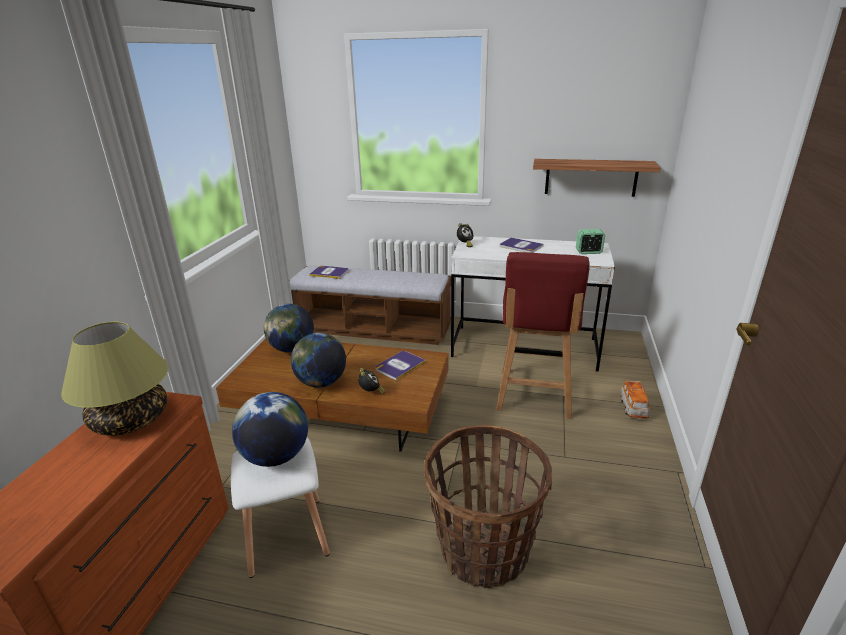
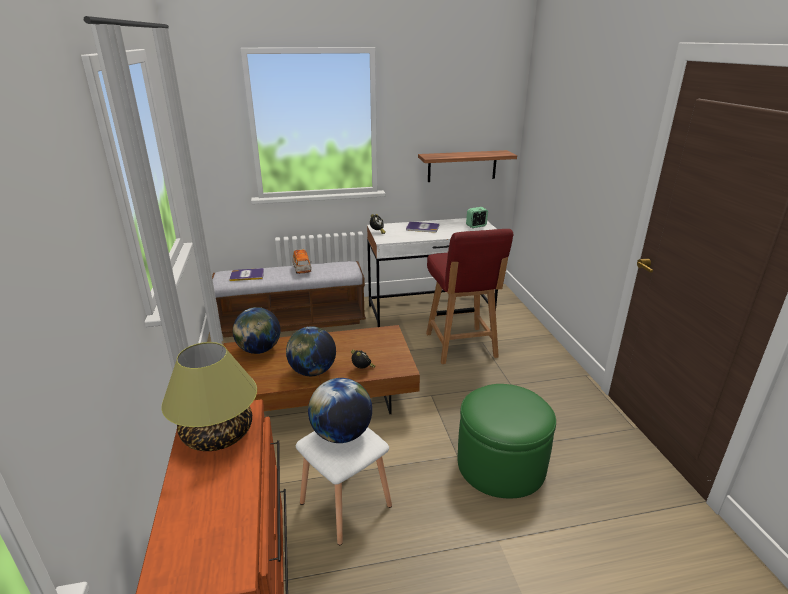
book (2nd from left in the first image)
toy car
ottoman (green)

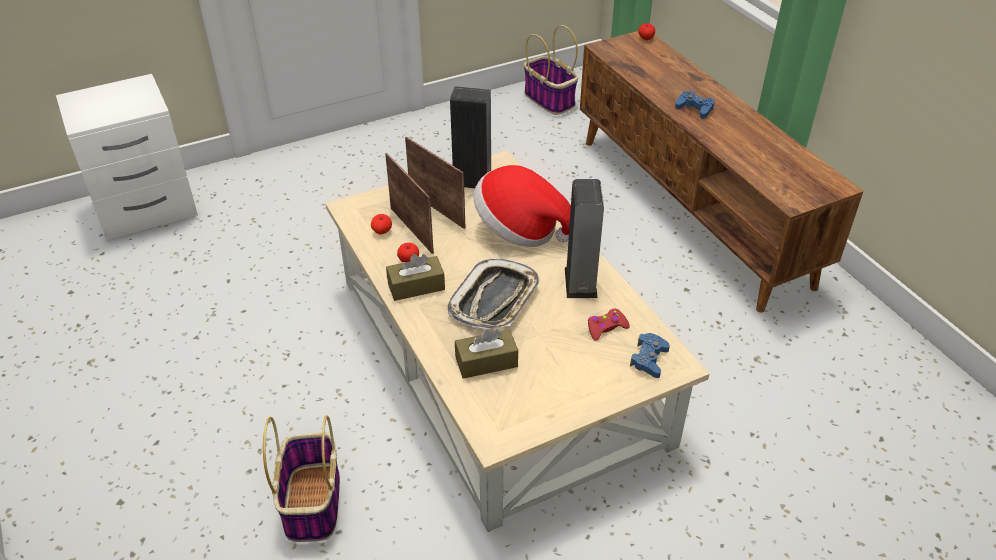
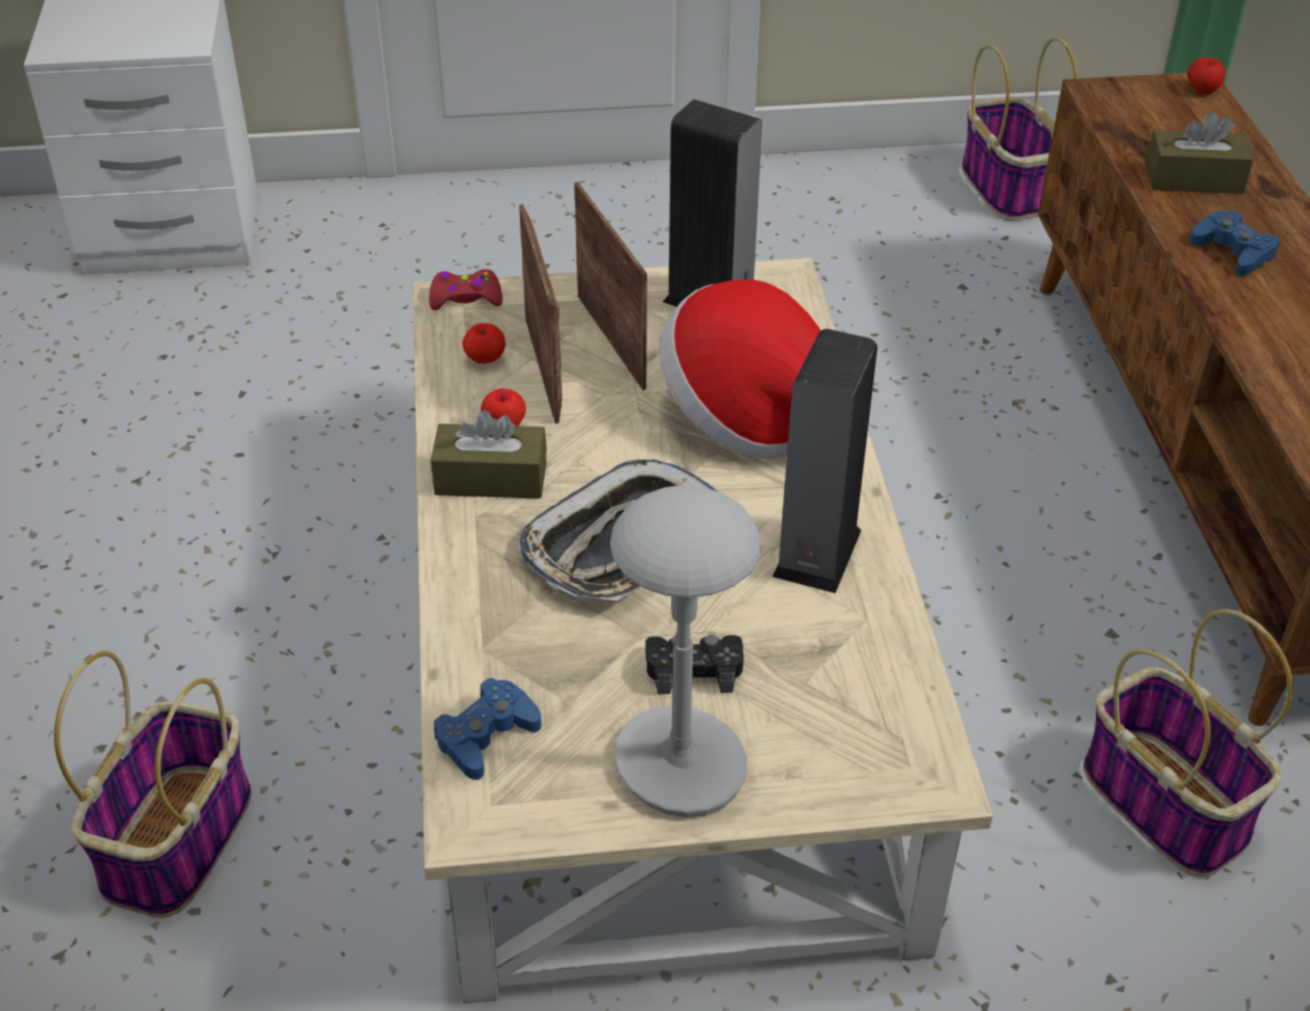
table lamp (grey)
game controller (black)
basket (3rd from left)
tissue box (brown) (2nd from left)
game controller (red)
game controller (blue) (1st from left)

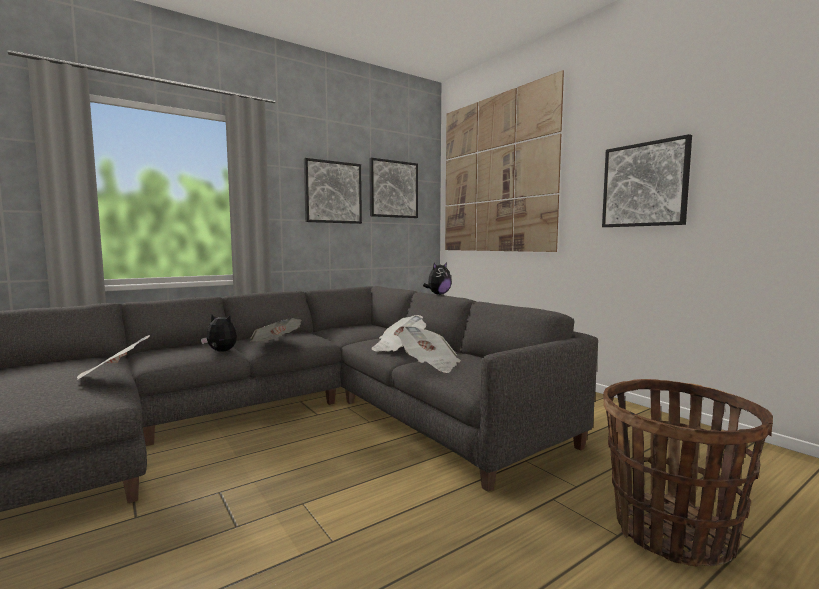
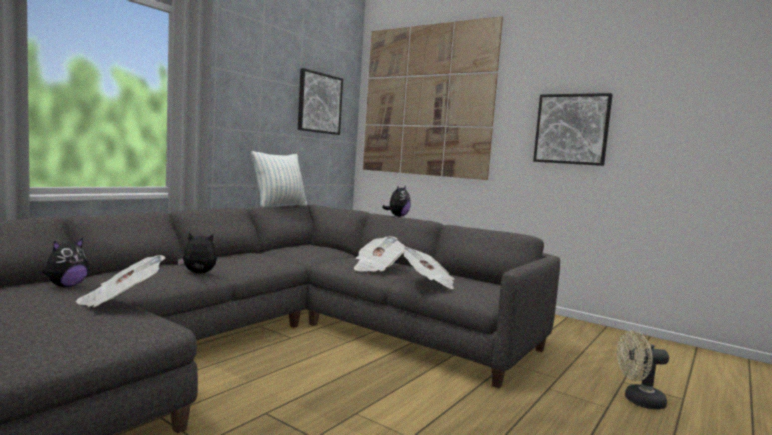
newspaper (2nd from left in the first image)
picture (1st from left in the first image)
plush toy (1st from left)
pillow
fan (beige)

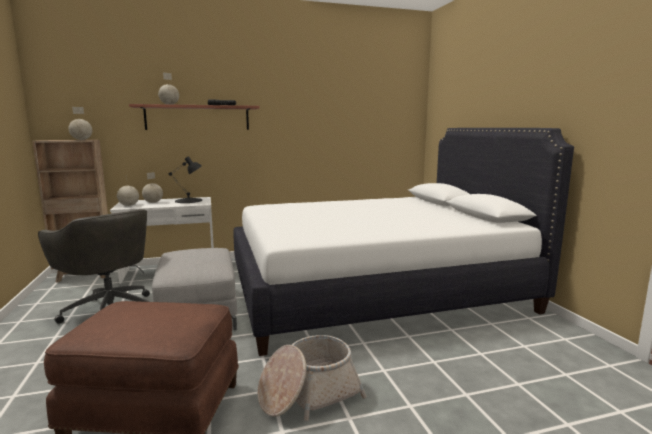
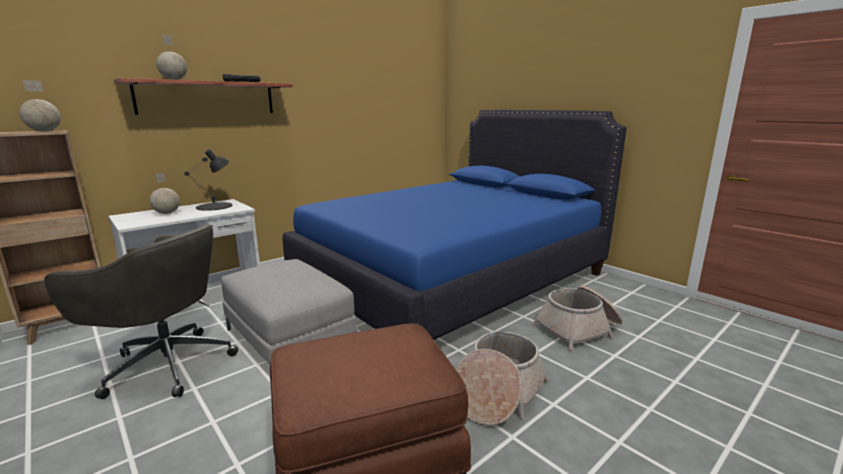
globe (2nd from left in the first image)
basket (2nd from left)
bed (blue)

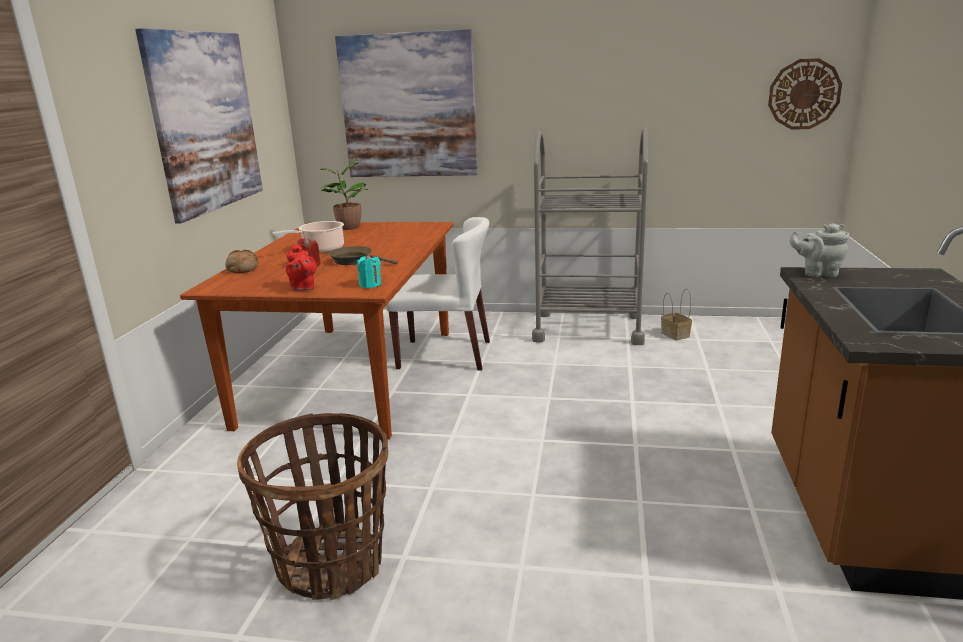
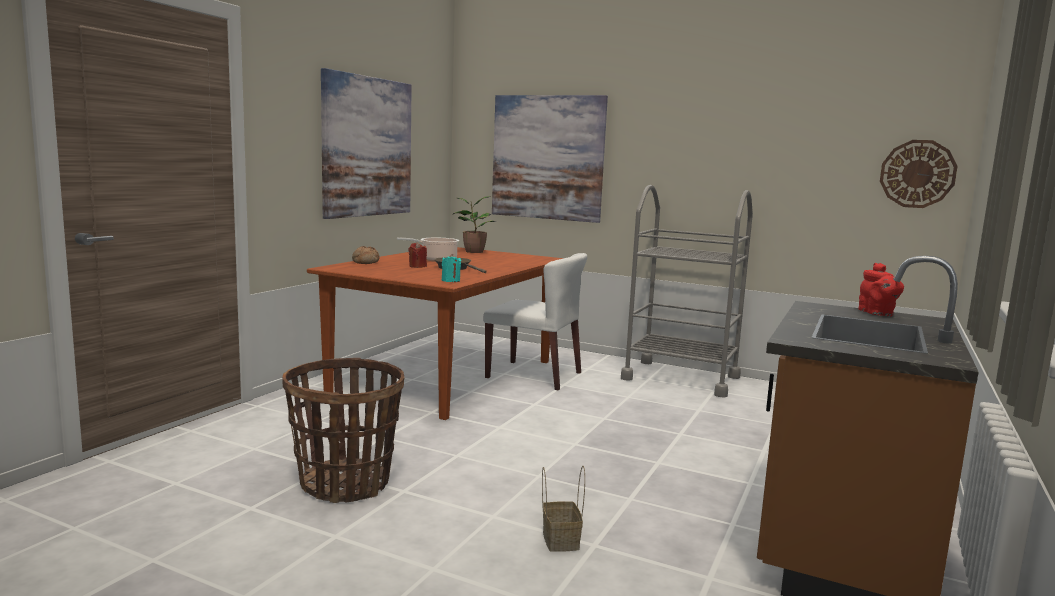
teapot (grey)
teapot (red)
basket (2nd from left)

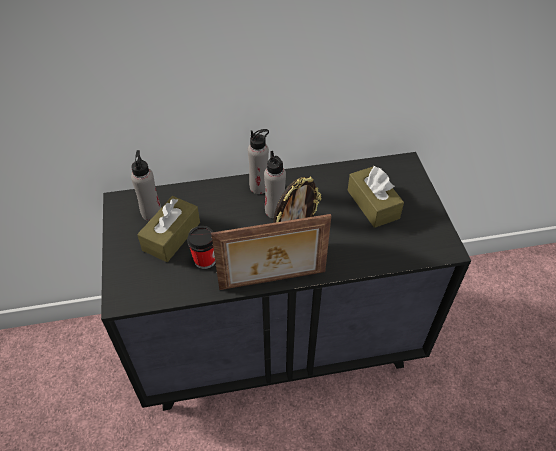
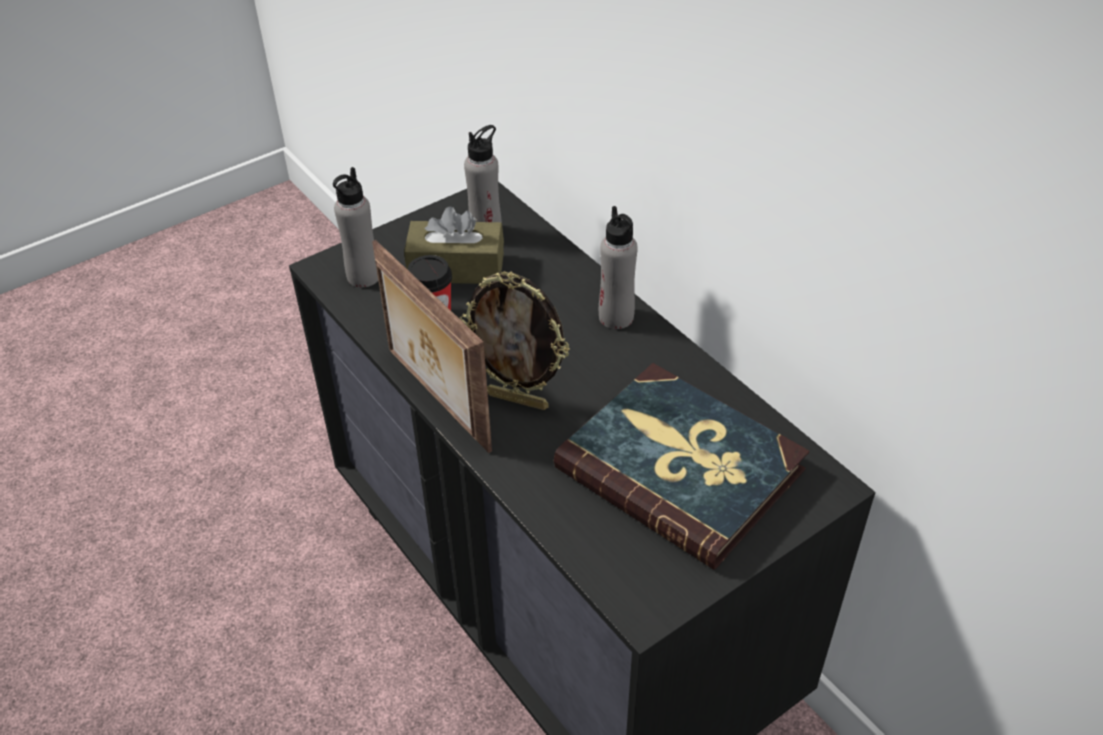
bottle (grey) (1st from left)
book

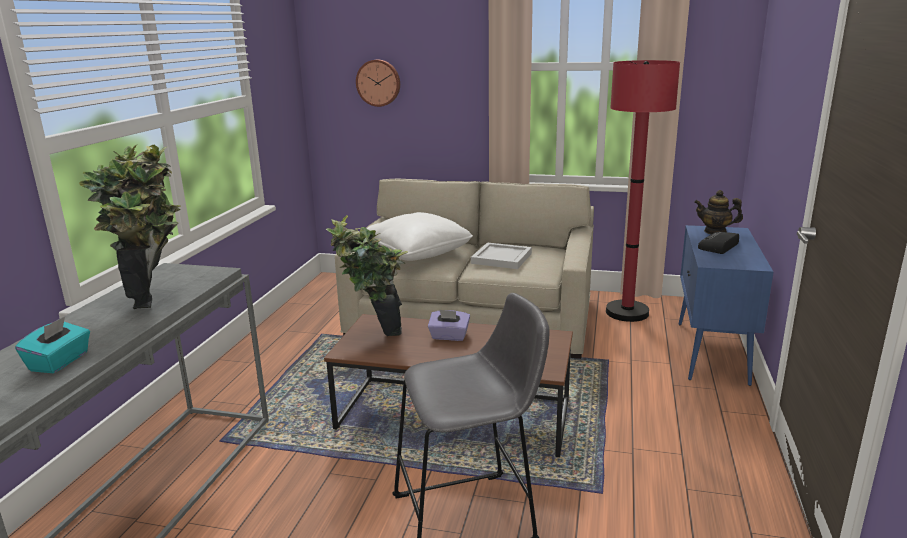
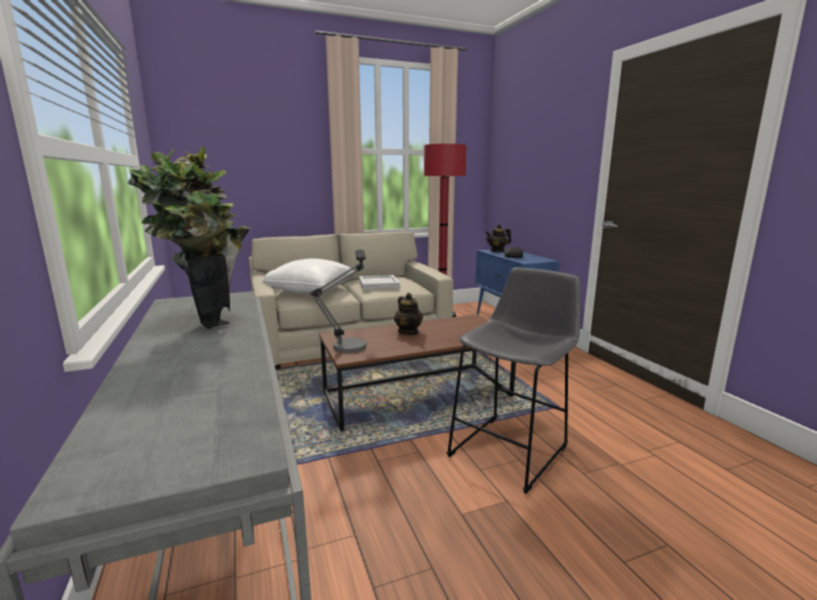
tissue box (turquoise)
wall clock
table lamp
teapot (1st from left)

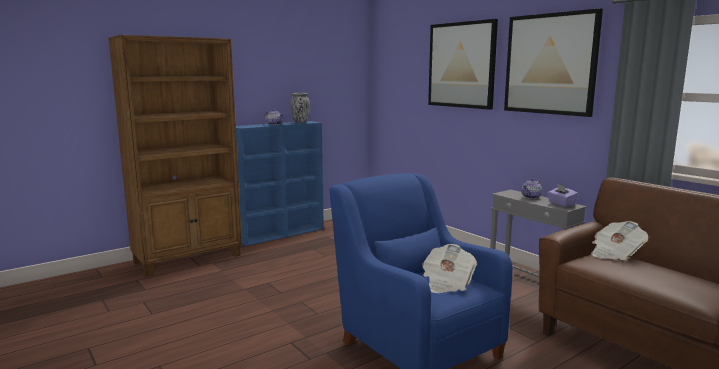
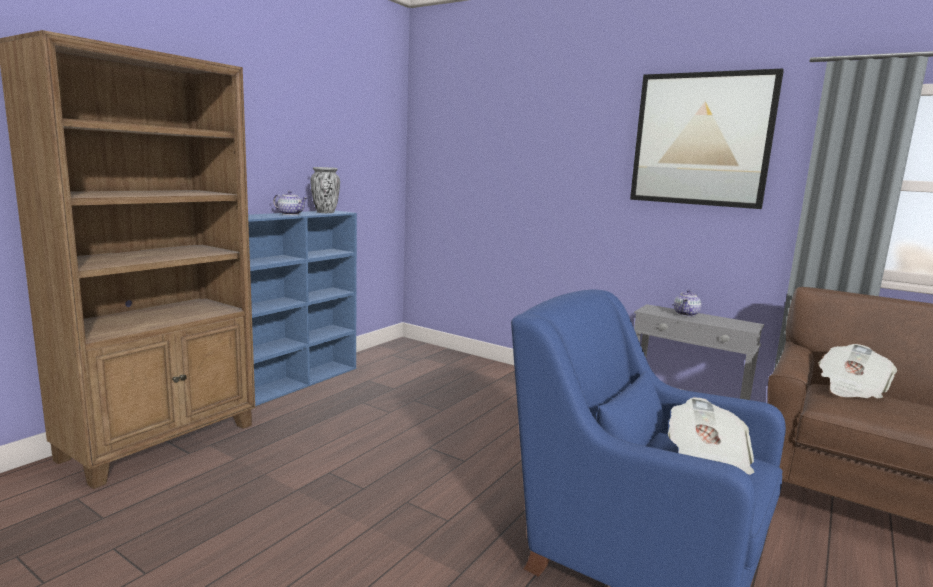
picture (1st from left in the first image)
tissue box (purple)

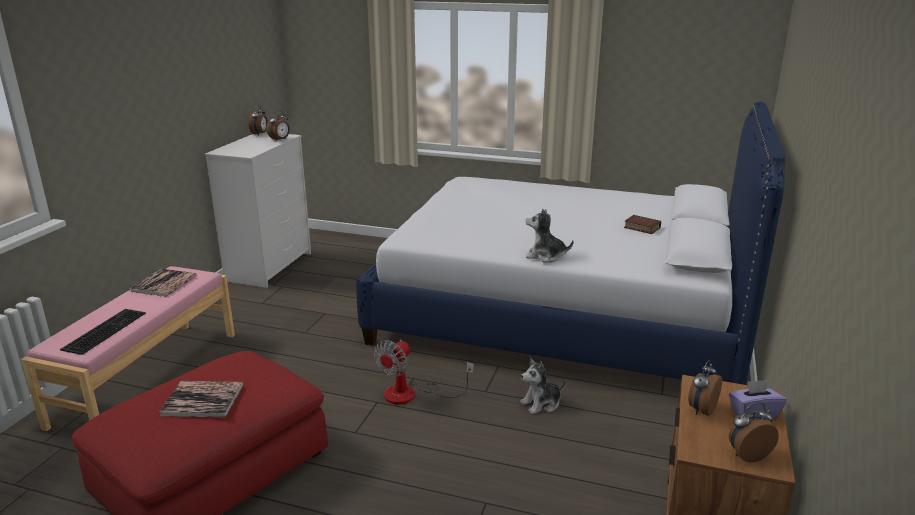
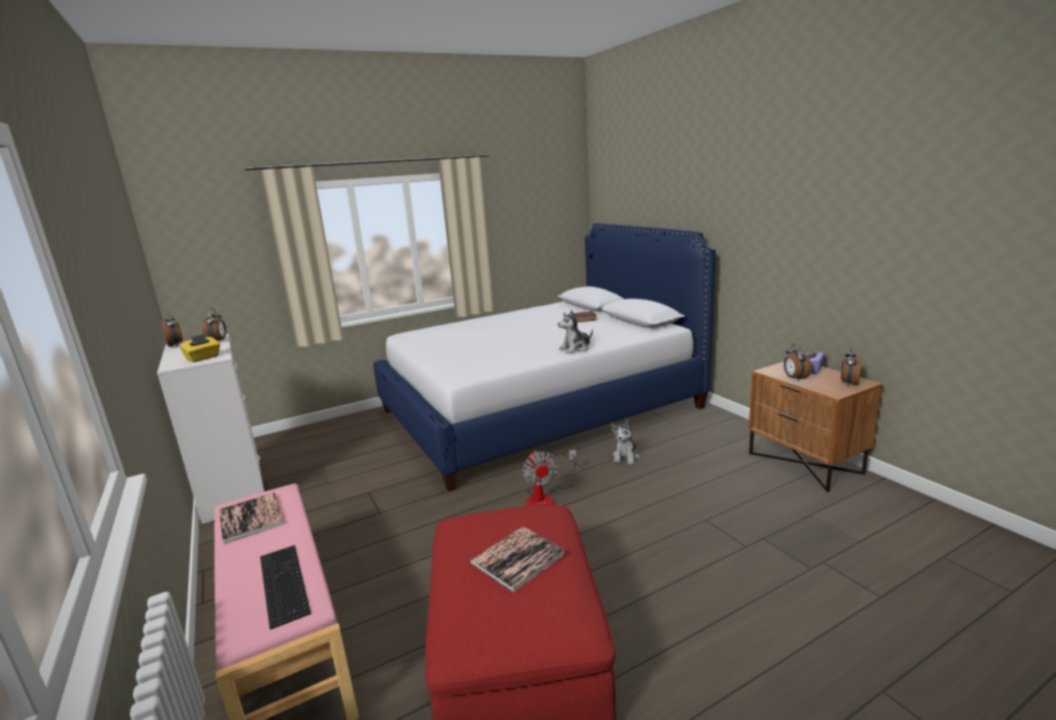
tissue box (yellow)

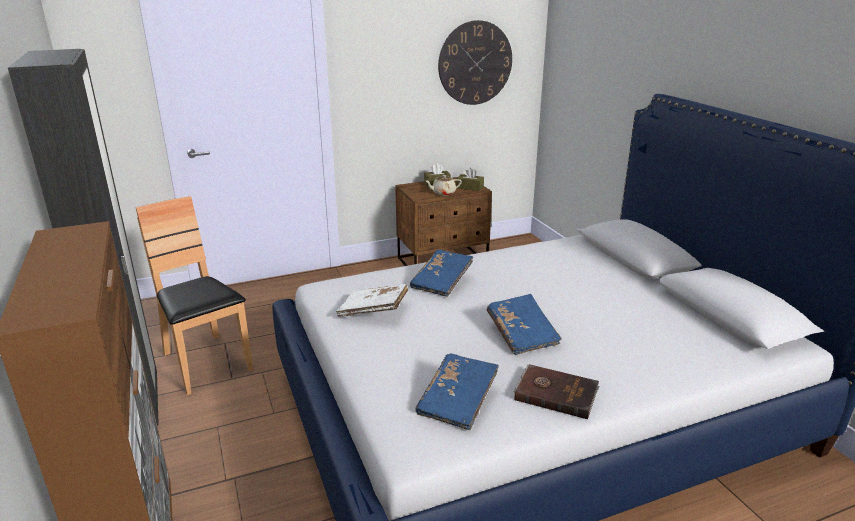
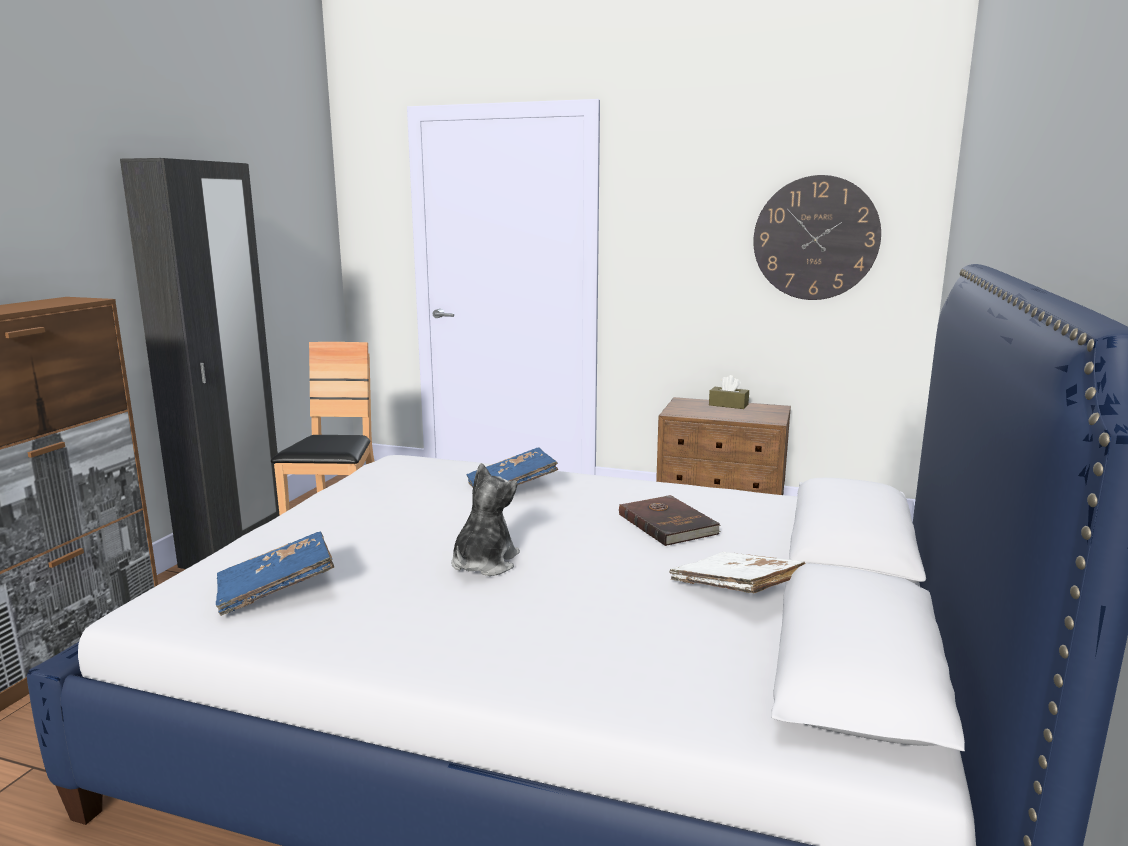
teapot (beige)
tissue box (brown) (2nd from left in the first image)
book (white)
book (brown)
plush toy

